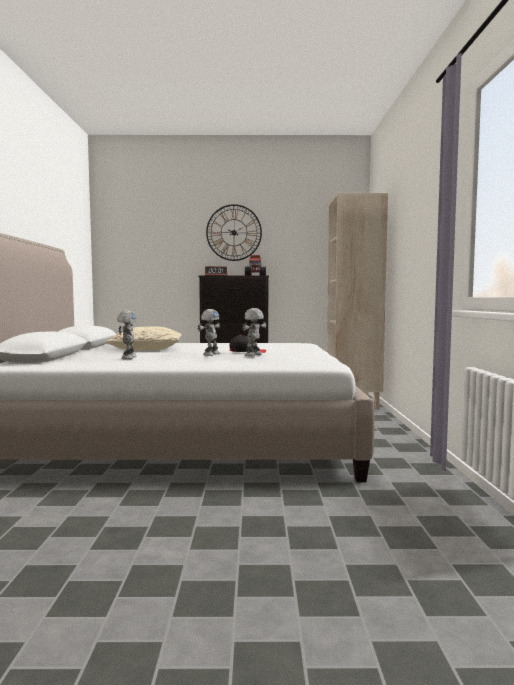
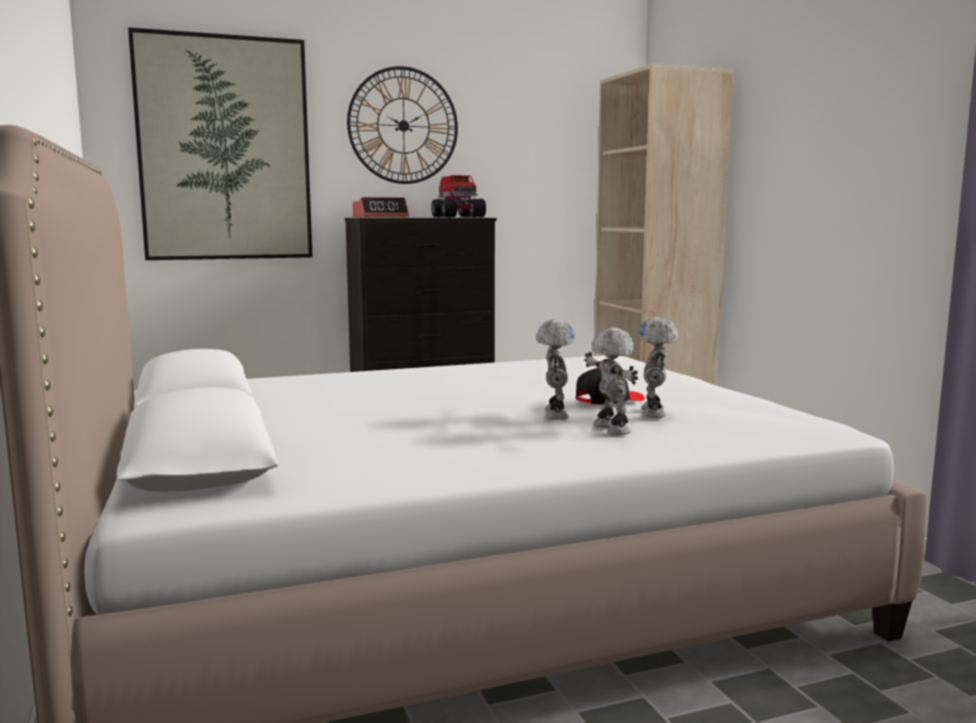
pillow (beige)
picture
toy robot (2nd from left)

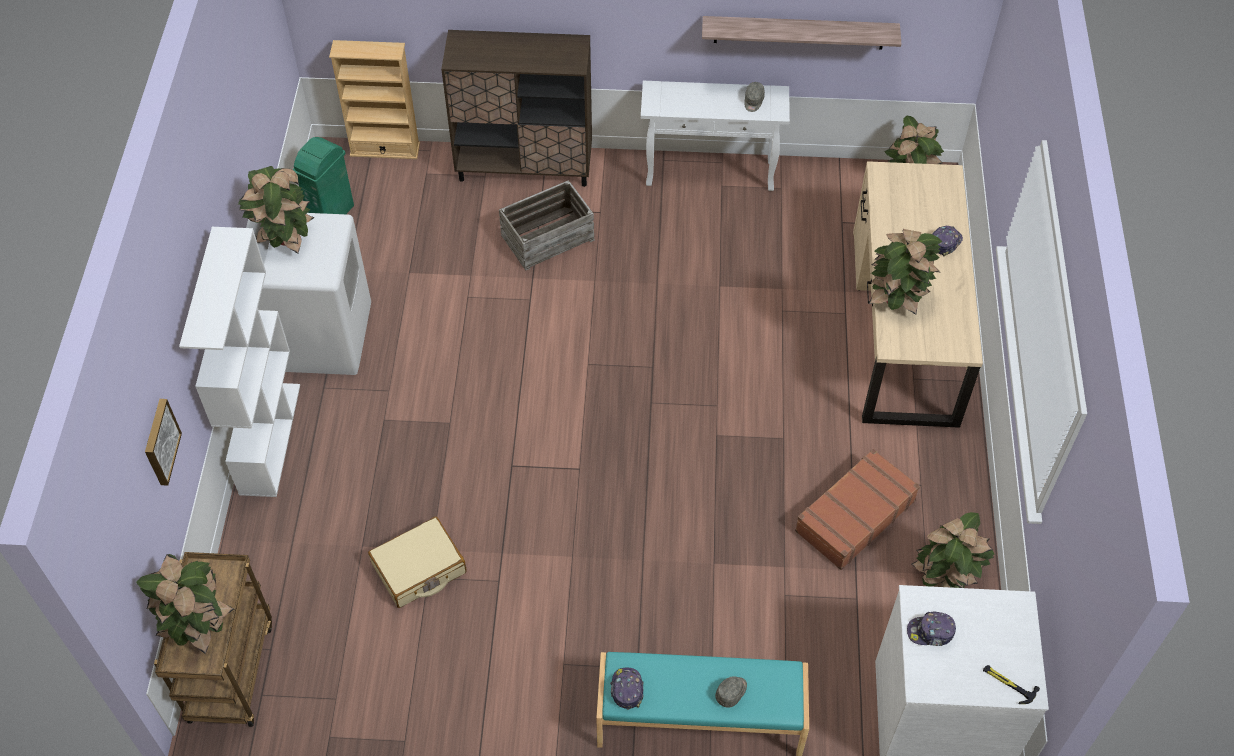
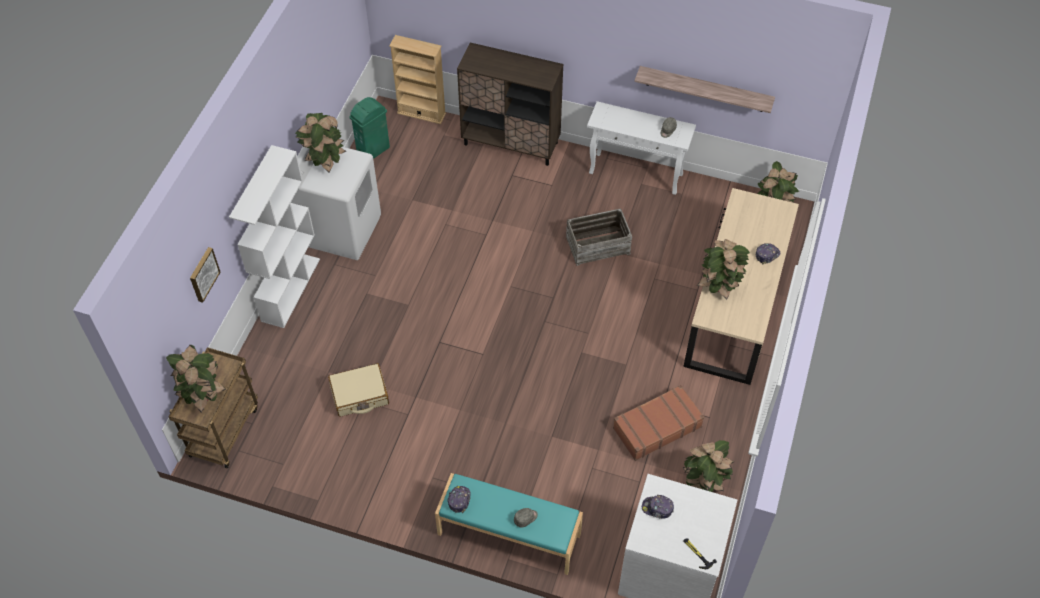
crate

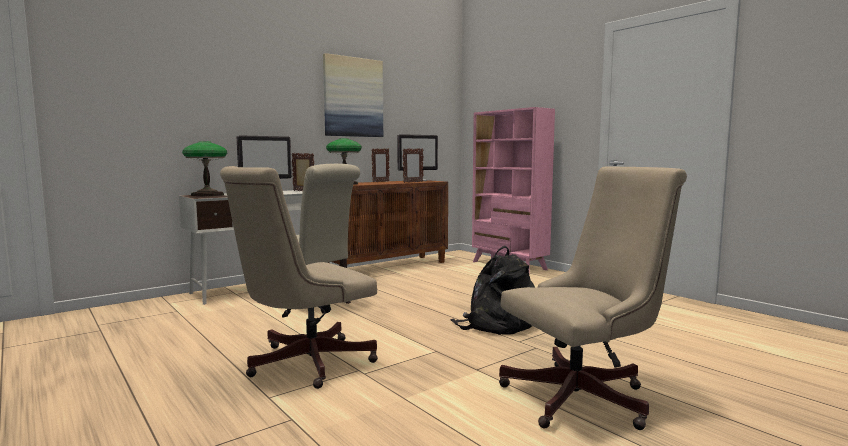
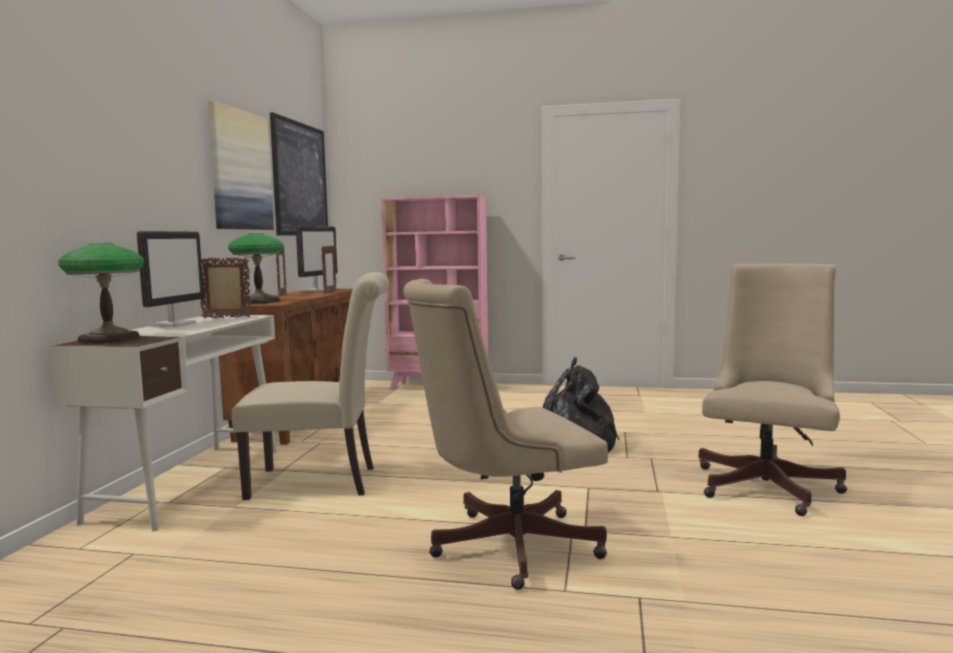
picture (2nd from left)
office chair (beige) (1st from left)

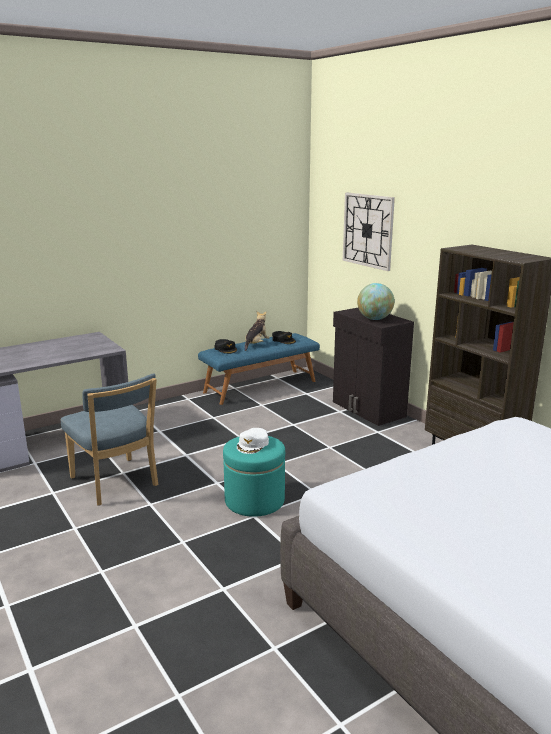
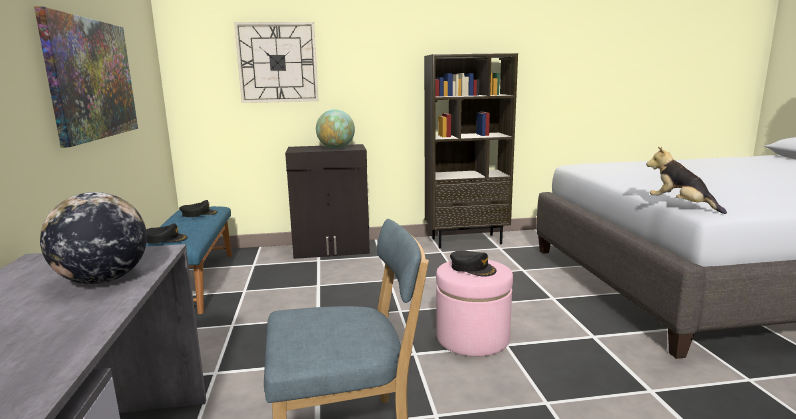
picture
globe (1st from left)
plush toy
ottoman (pink)
cap (black) (3rd from left)

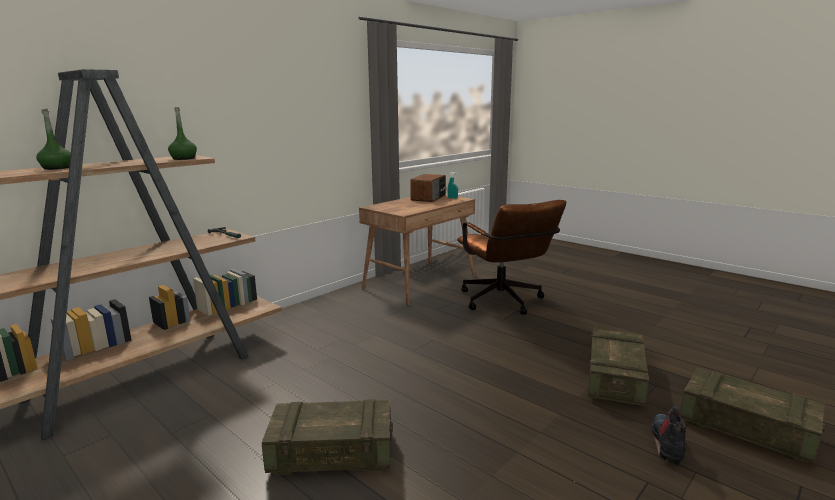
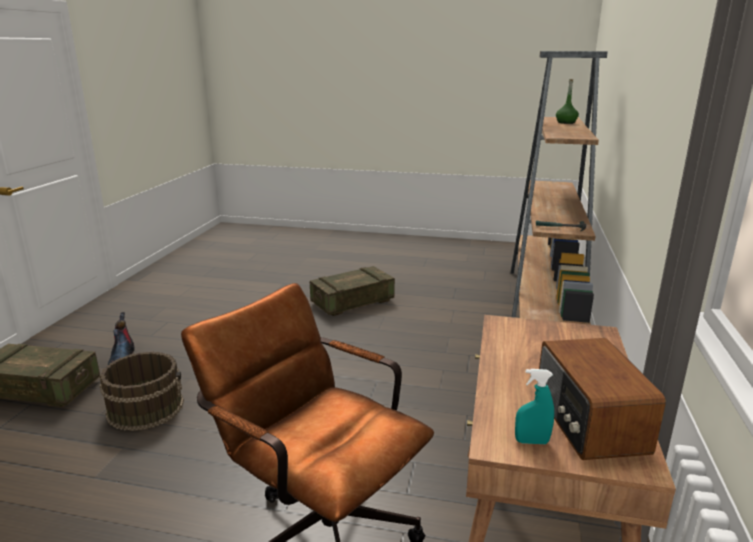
bottle (green) (2nd from left in the first image)
bucket (brown)

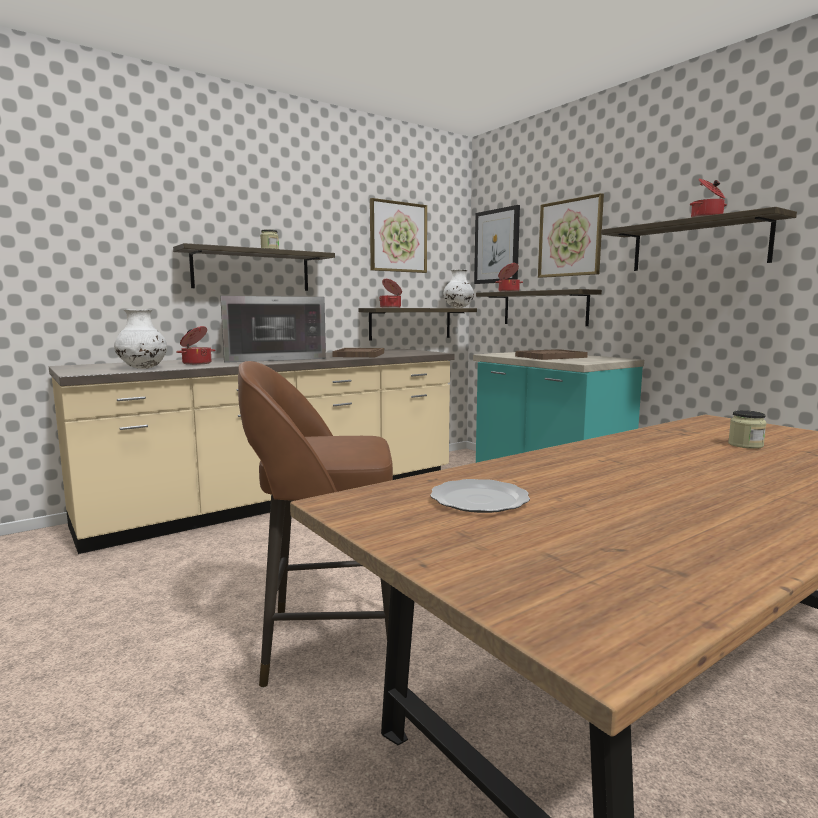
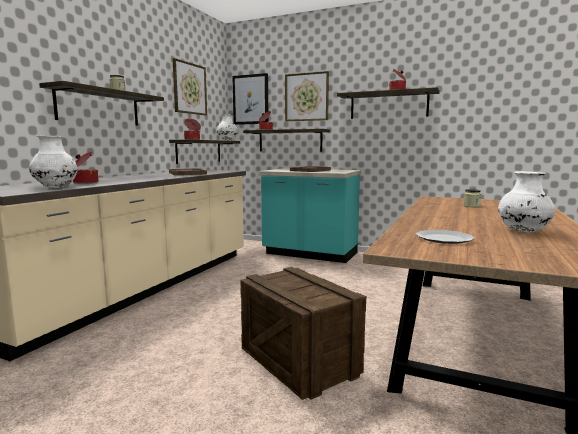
microwave
vase (white) (3rd from left)
crate

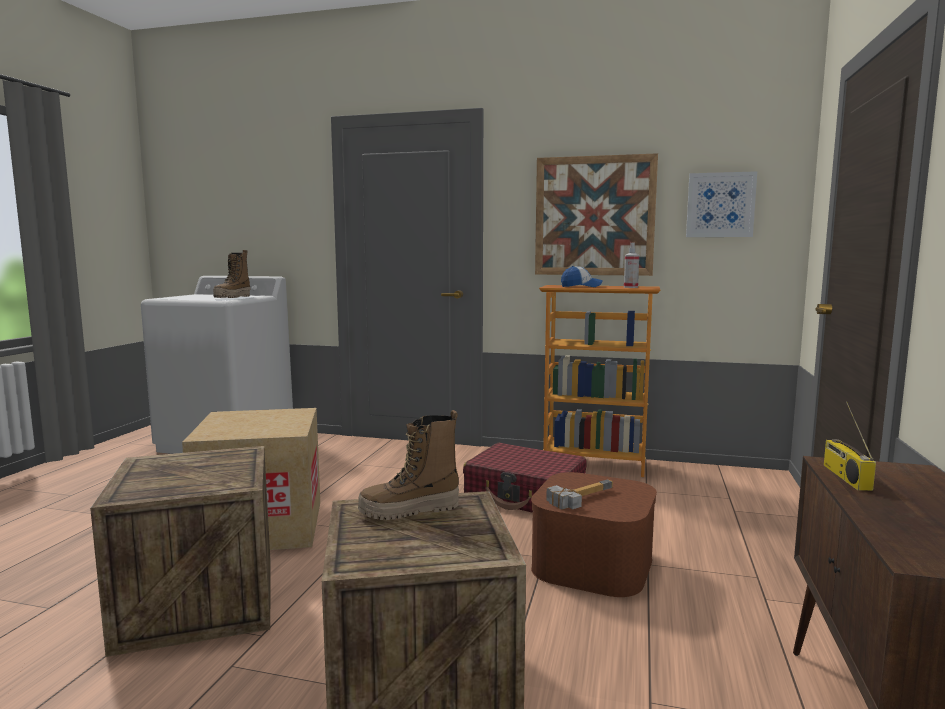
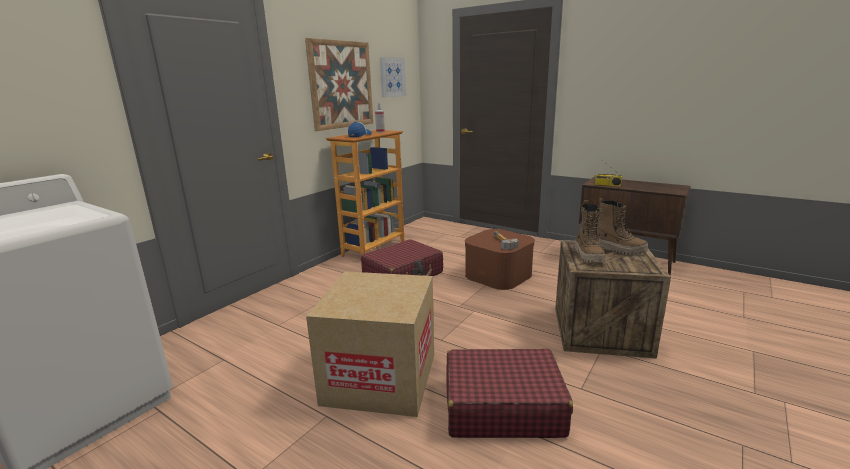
boot (2nd from left)
suitcase (red) (2nd from left)

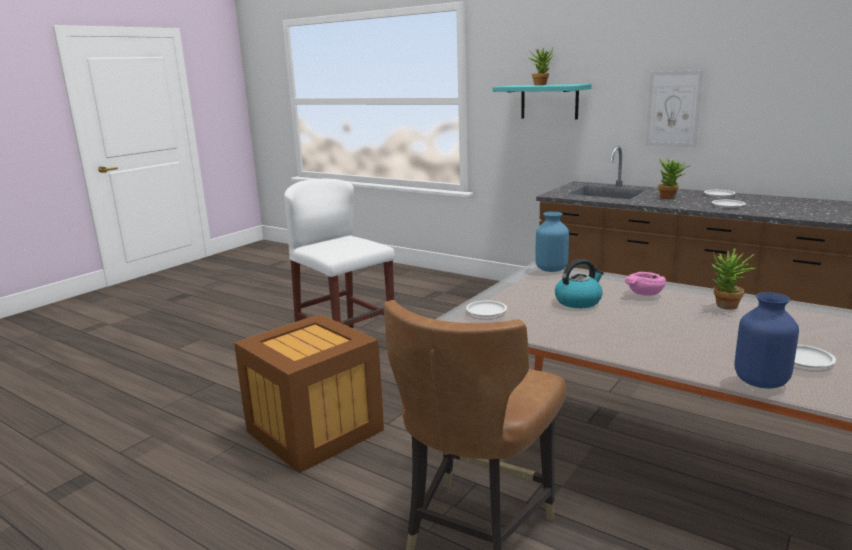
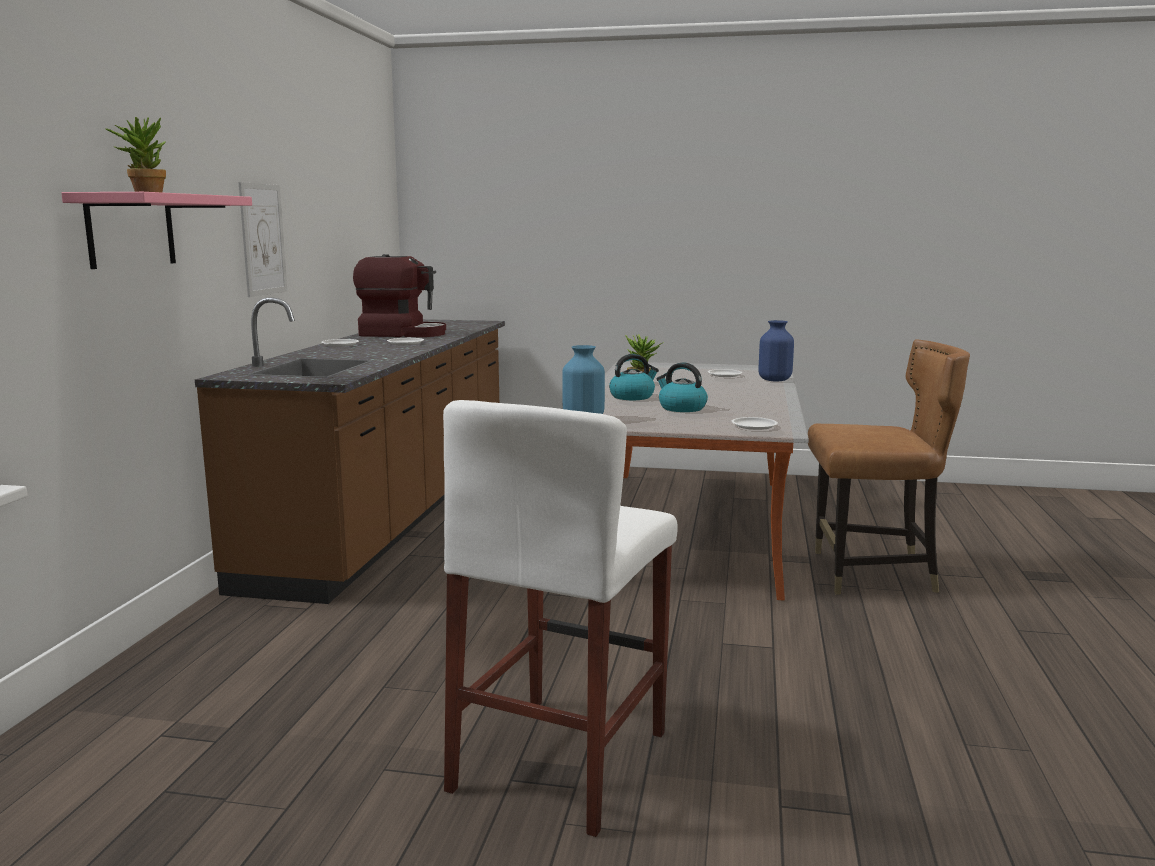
crate
potted plant (2nd from left in the first image)
coffee machine
kettle (1st from left)
shelf (pink)

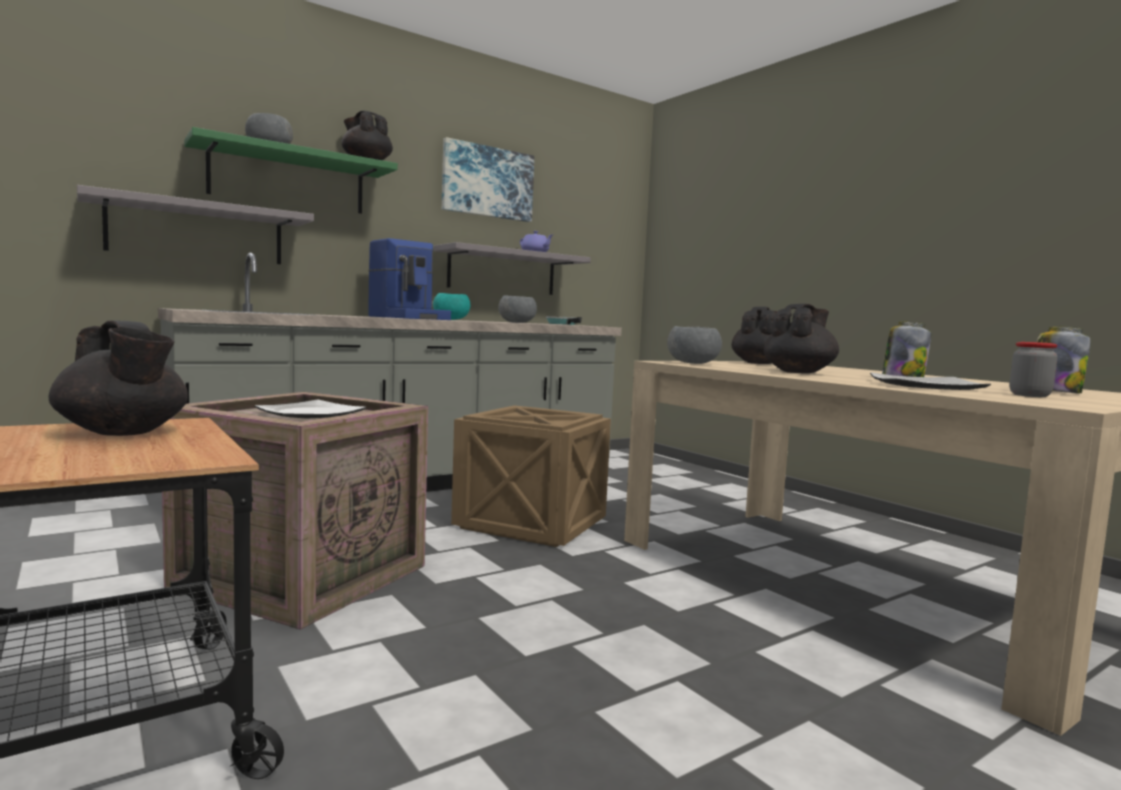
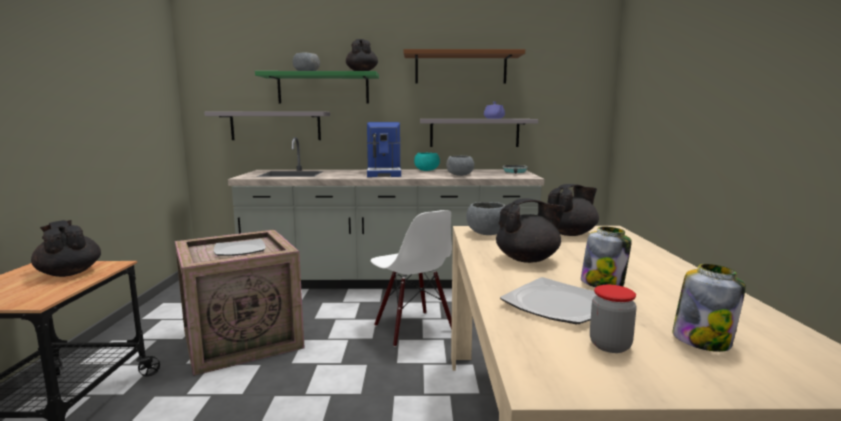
shelf (brown)
chair (white)
teapot (black) (1st from left)

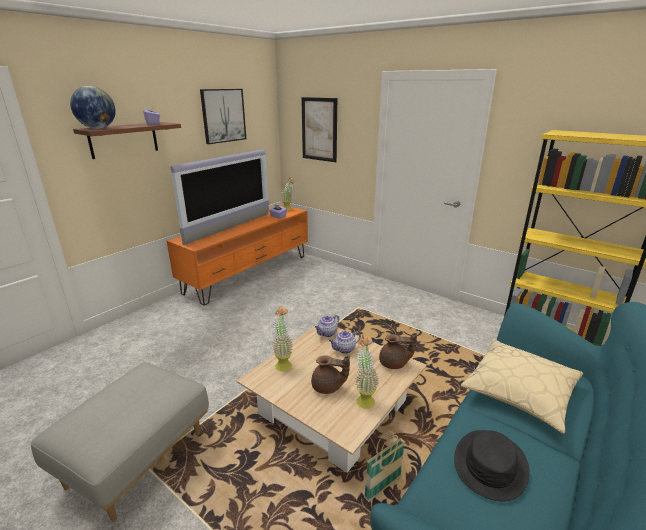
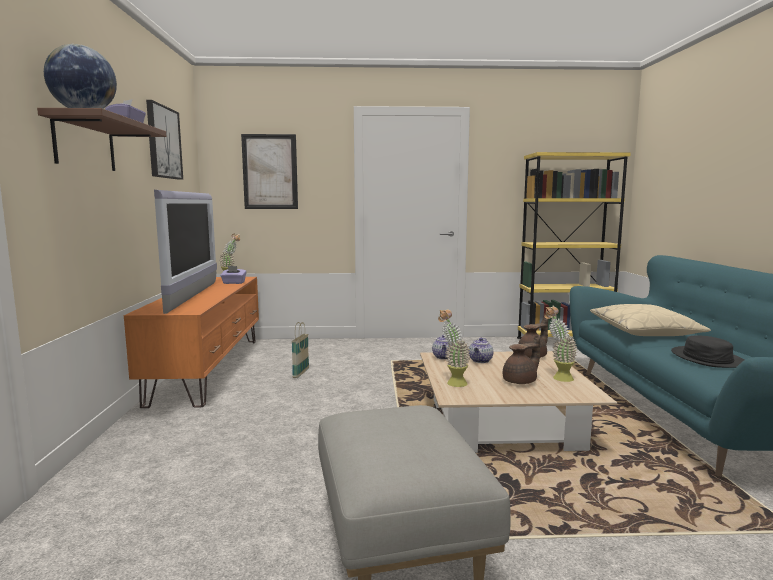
basket

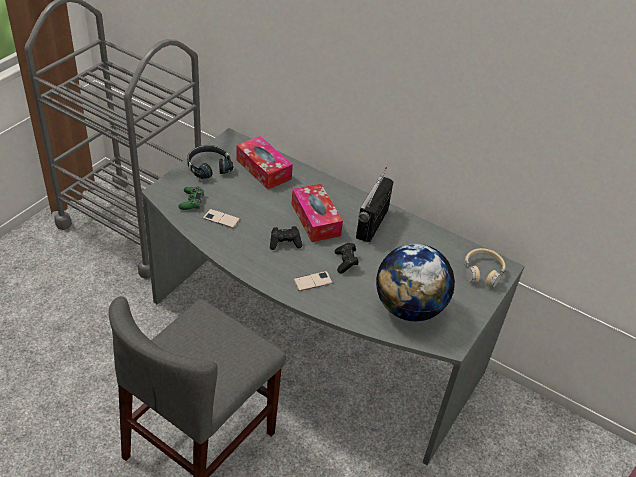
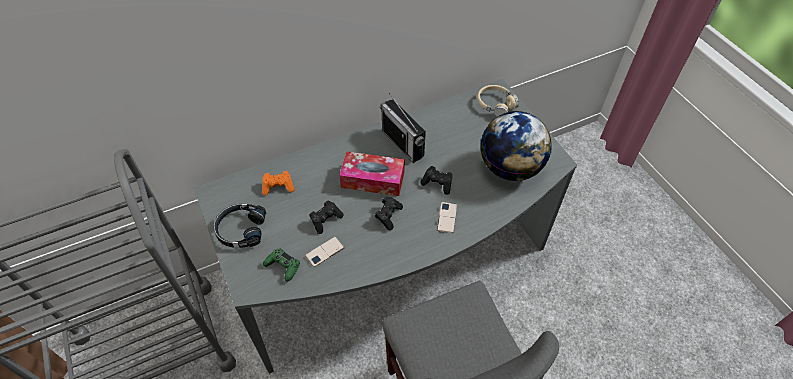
game controller (black) (1st from left)
game controller (orange)

